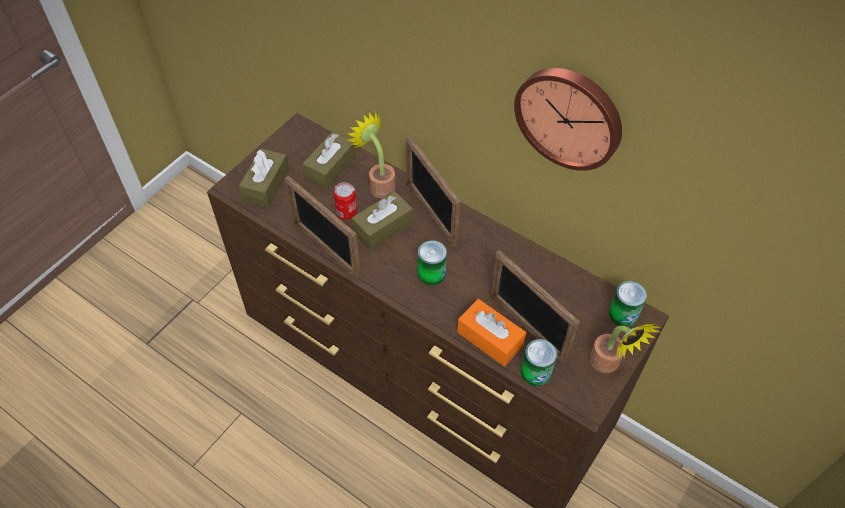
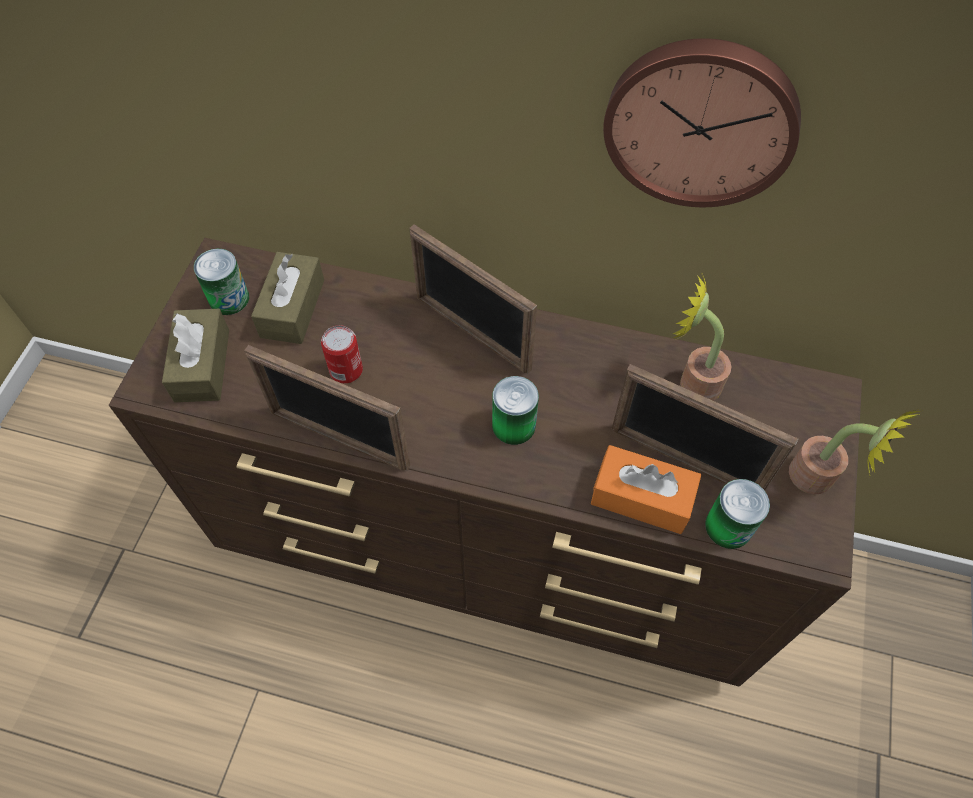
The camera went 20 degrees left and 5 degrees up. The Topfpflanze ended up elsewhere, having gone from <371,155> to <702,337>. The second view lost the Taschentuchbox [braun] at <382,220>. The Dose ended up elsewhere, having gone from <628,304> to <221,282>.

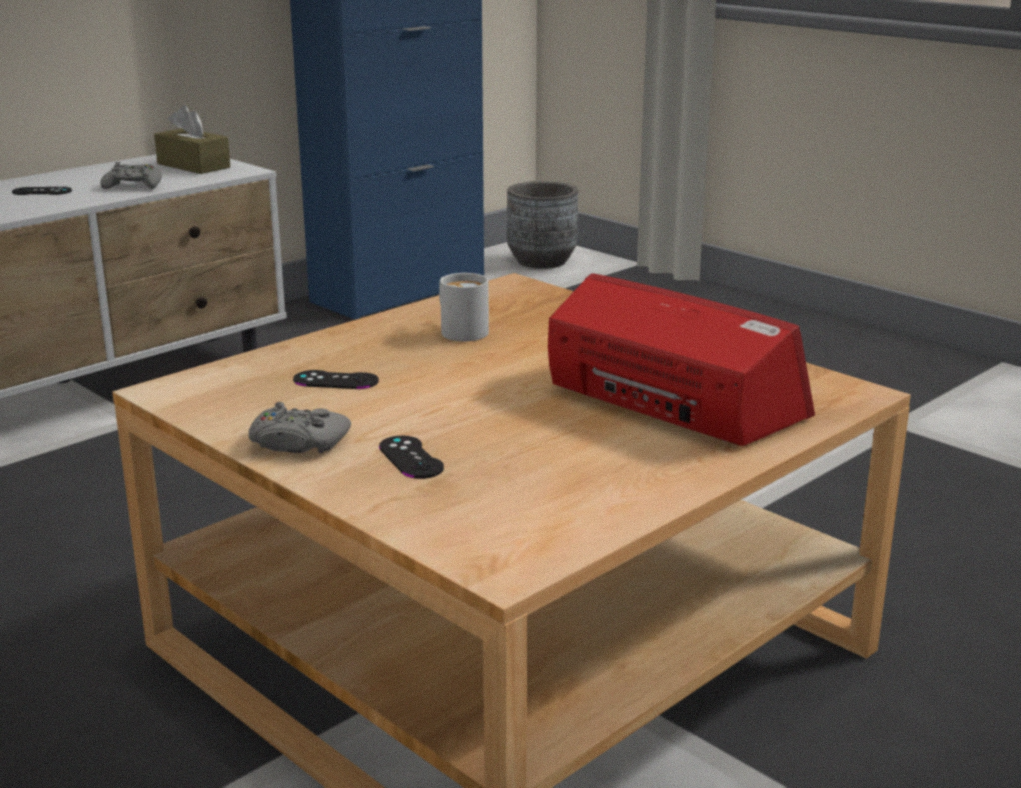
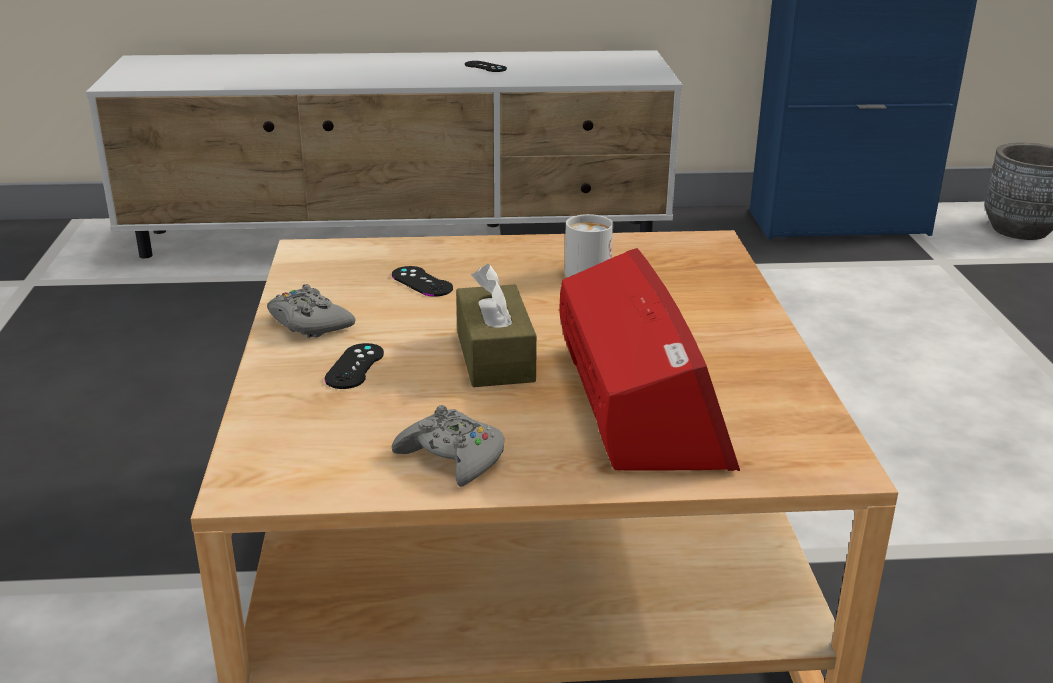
The camera went 40 degrees right and 5 degrees up. The Taschentuchbox [braun] ended up elsewhere, having gone from <192,139> to <496,325>. The Gamepad [grau] ended up elsewhere, having gone from <131,175> to <448,446>.

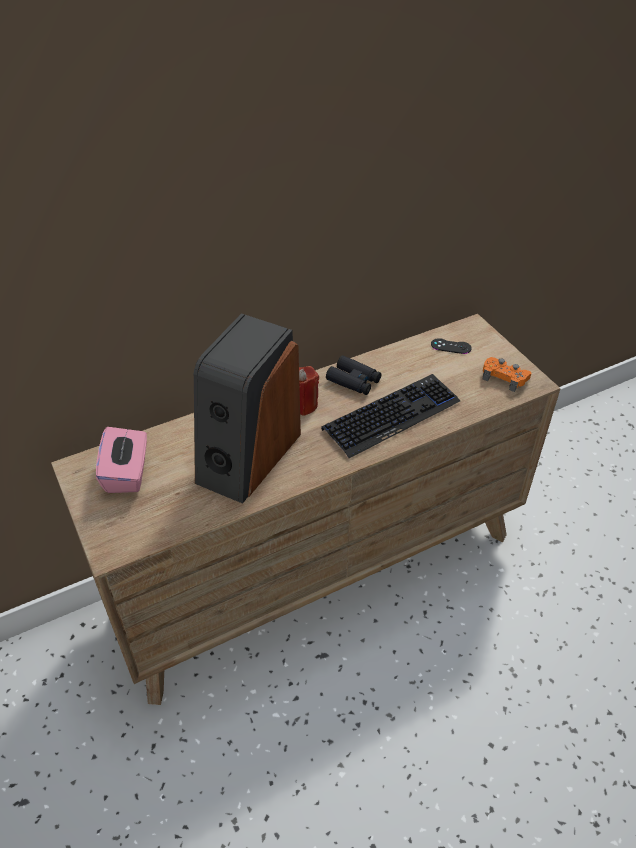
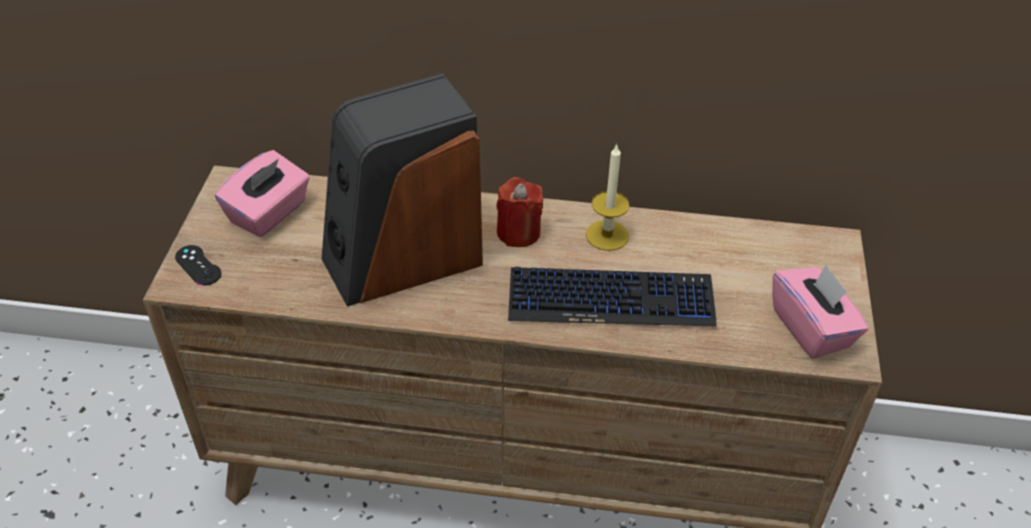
The camera went 35 degrees right and 0 degrees up. The Gamepad [schwarz] ended up elsewhere, having gone from <451,346> to <198,265>. Where the Fernglas [schwarz] stood at <354,375>, the Kerze came to stand at <608,197>. Where the Gamepad [orange] stood at <507,374>, the Taschentuchbox [rosa] came to stand at <820,311>.

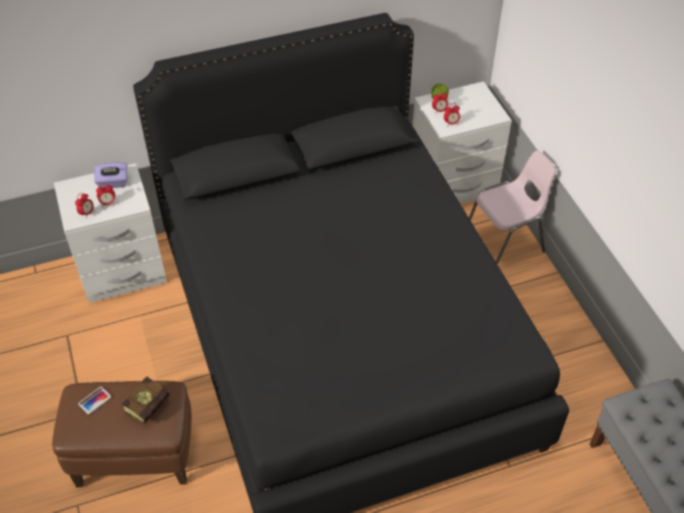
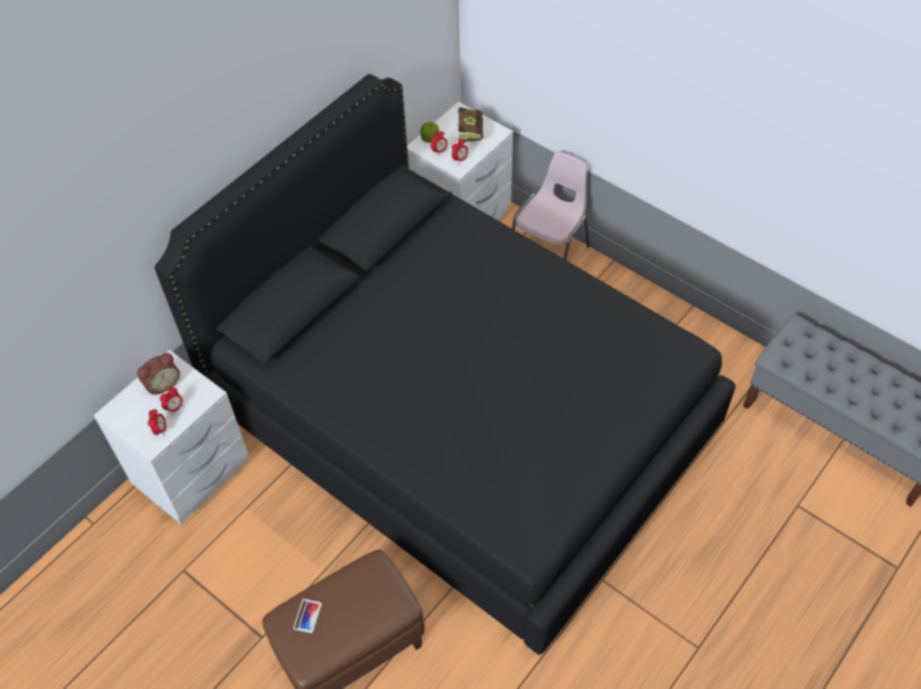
The camera went 30 degrees left and 5 degrees up. Where the Taschentuchbox [lila] stood at <110,175>, the Wecker came to stand at <158,373>. The Buch ended up elsewhere, having gone from <146,400> to <470,124>.

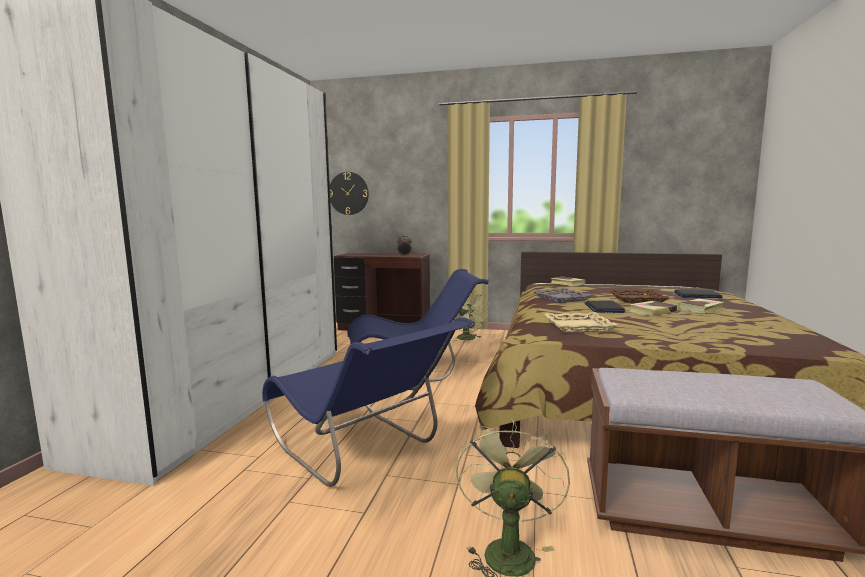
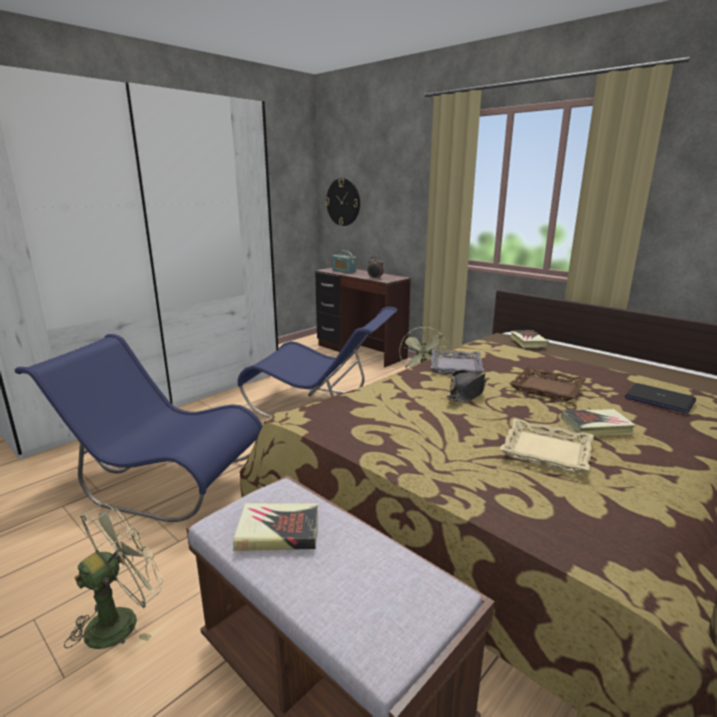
The camera went 30 degrees right and 10 degrees up. Where the Laptop stood at <605,306>, the Hut [schwarz] came to stand at <466,386>. The Buch ended up elsewhere, having gone from <653,308> to <275,527>. The Tablett [beige] ended up elsewhere, having gone from <581,322> to <547,446>. The Stuhl [blau] at <368,402> ended up facing another way, 120 degrees clockwise from before. The second view gained the Radio at <344,262>.

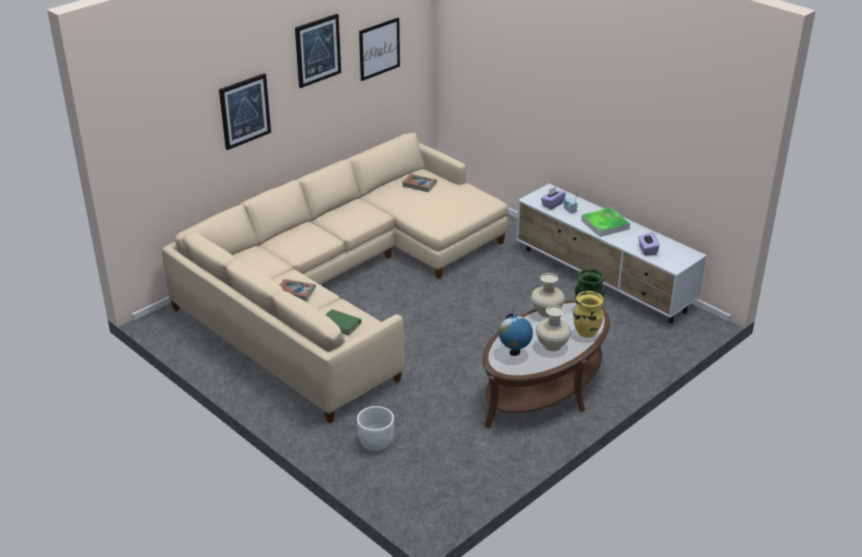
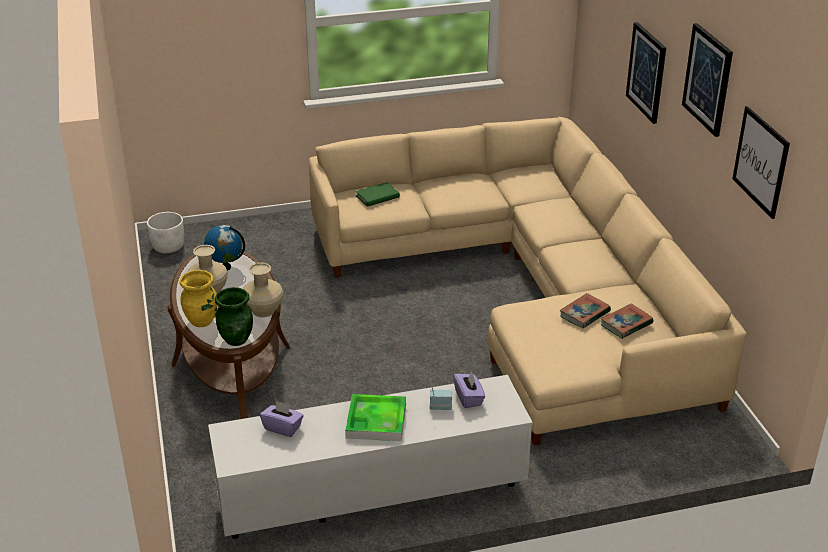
The camera went 120 degrees right and 0 degrees up. The Buch ended up elsewhere, having gone from <298,290> to <585,311>. The Pflanzkübel [weiß] ended up elsewhere, having gone from <375,428> to <165,232>.

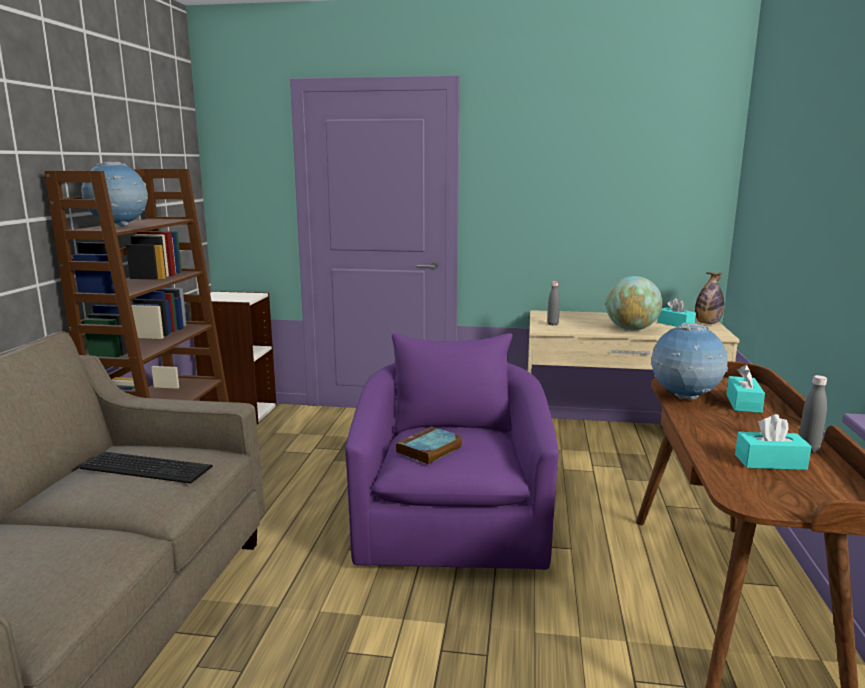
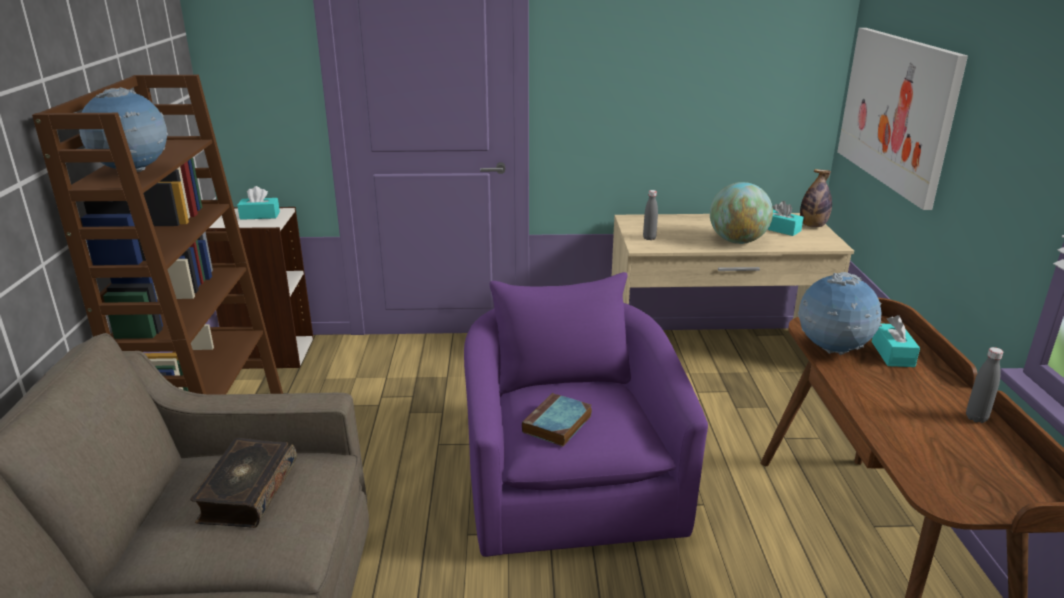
The camera went 10 degrees left and 10 degrees up. The Taschentuchbox [türkis] ended up elsewhere, having gone from <773,442> to <258,203>. Where the Tastatur stood at <146,467>, the Buch came to stand at <243,482>. The second view gained the Bild at <902,119>.

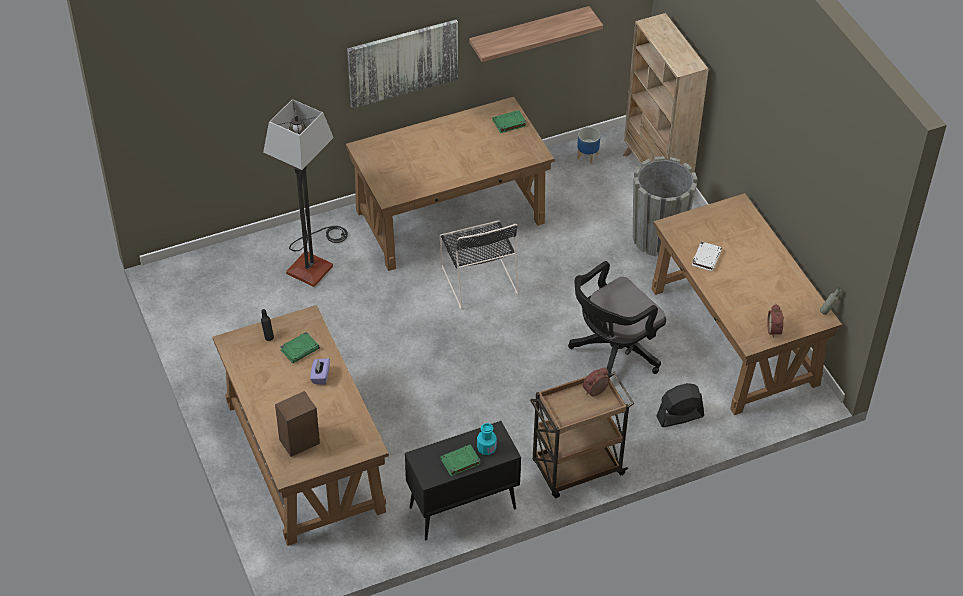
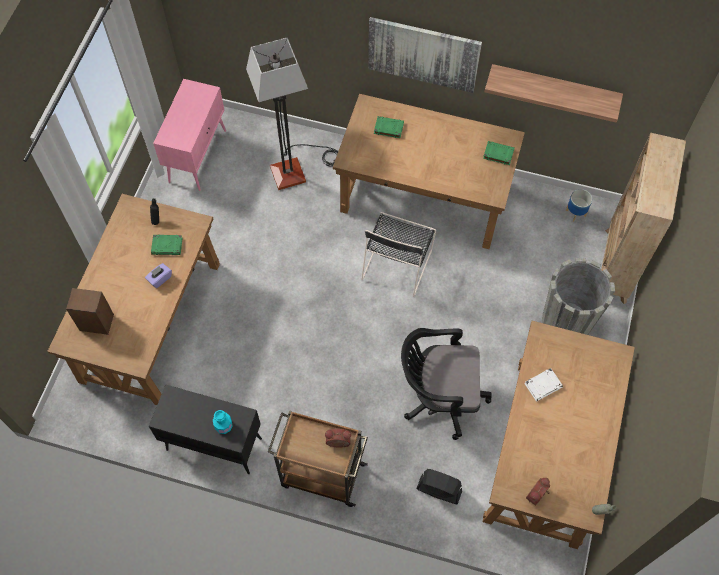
The camera went 40 degrees right and 15 degrees up. The Buch [grün] ended up elsewhere, having gone from <460,460> to <389,127>. The second view gained the Schrank [rosa] at <189,135>.

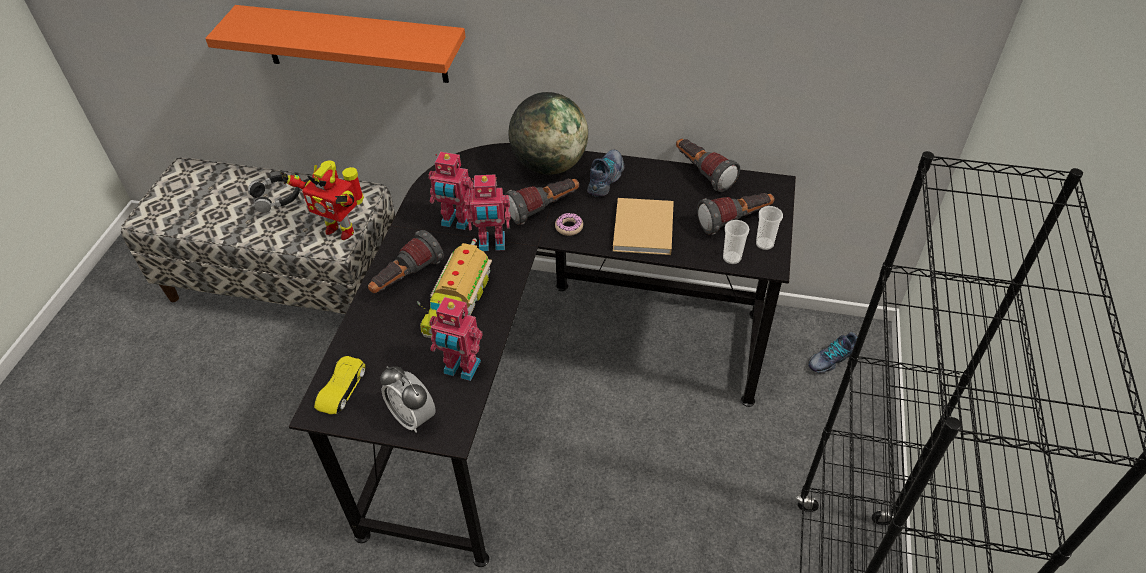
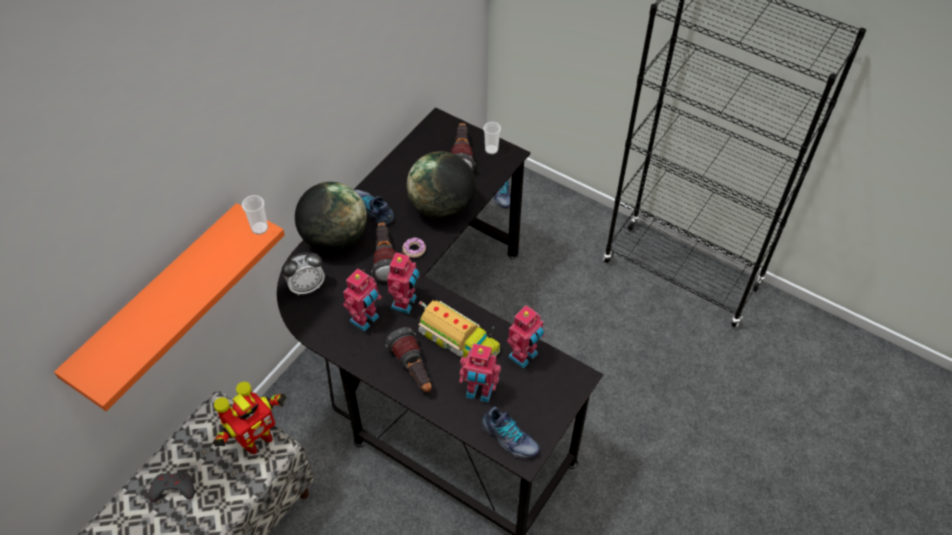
The camera went 70 degrees left and 5 degrees up. The second view lost the Taschenlampe at <708,165>. Where the Kopfhörer [schwarz] stood at <274,194>, the Gamepad [grau] came to stand at <172,487>. Where the Buch [beige] stood at <643,226>, the Globus came to stand at <441,185>. The Tasse ended up elsewhere, having gone from <736,242> to <255,215>. Where the Spielzeugauto [gelb] stood at <339,385>, the Schuh came to stand at <510,433>. The Wecker ended up elsewhere, having gone from <407,399> to <303,274>. The second view gained the Spielzeugroboter at <480,373>.

